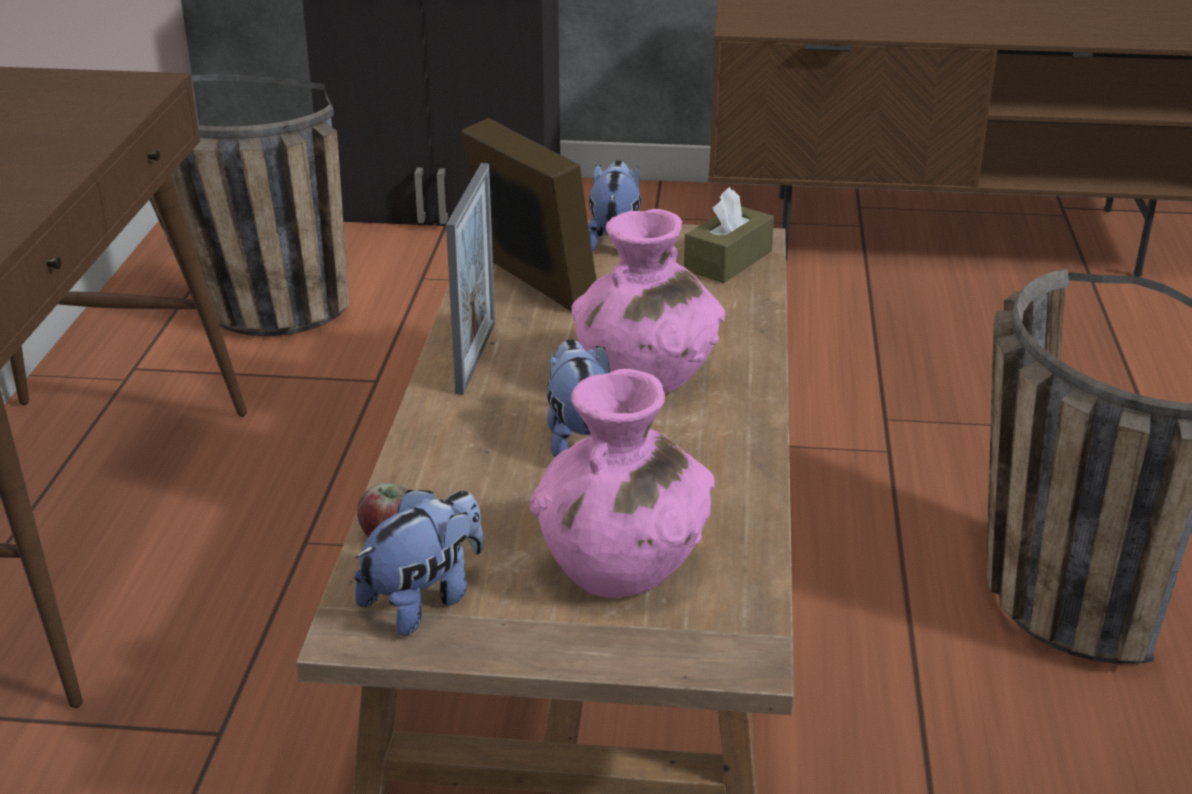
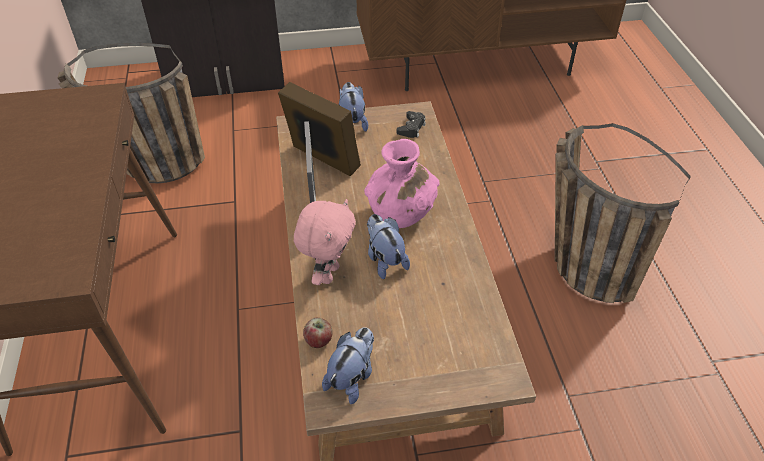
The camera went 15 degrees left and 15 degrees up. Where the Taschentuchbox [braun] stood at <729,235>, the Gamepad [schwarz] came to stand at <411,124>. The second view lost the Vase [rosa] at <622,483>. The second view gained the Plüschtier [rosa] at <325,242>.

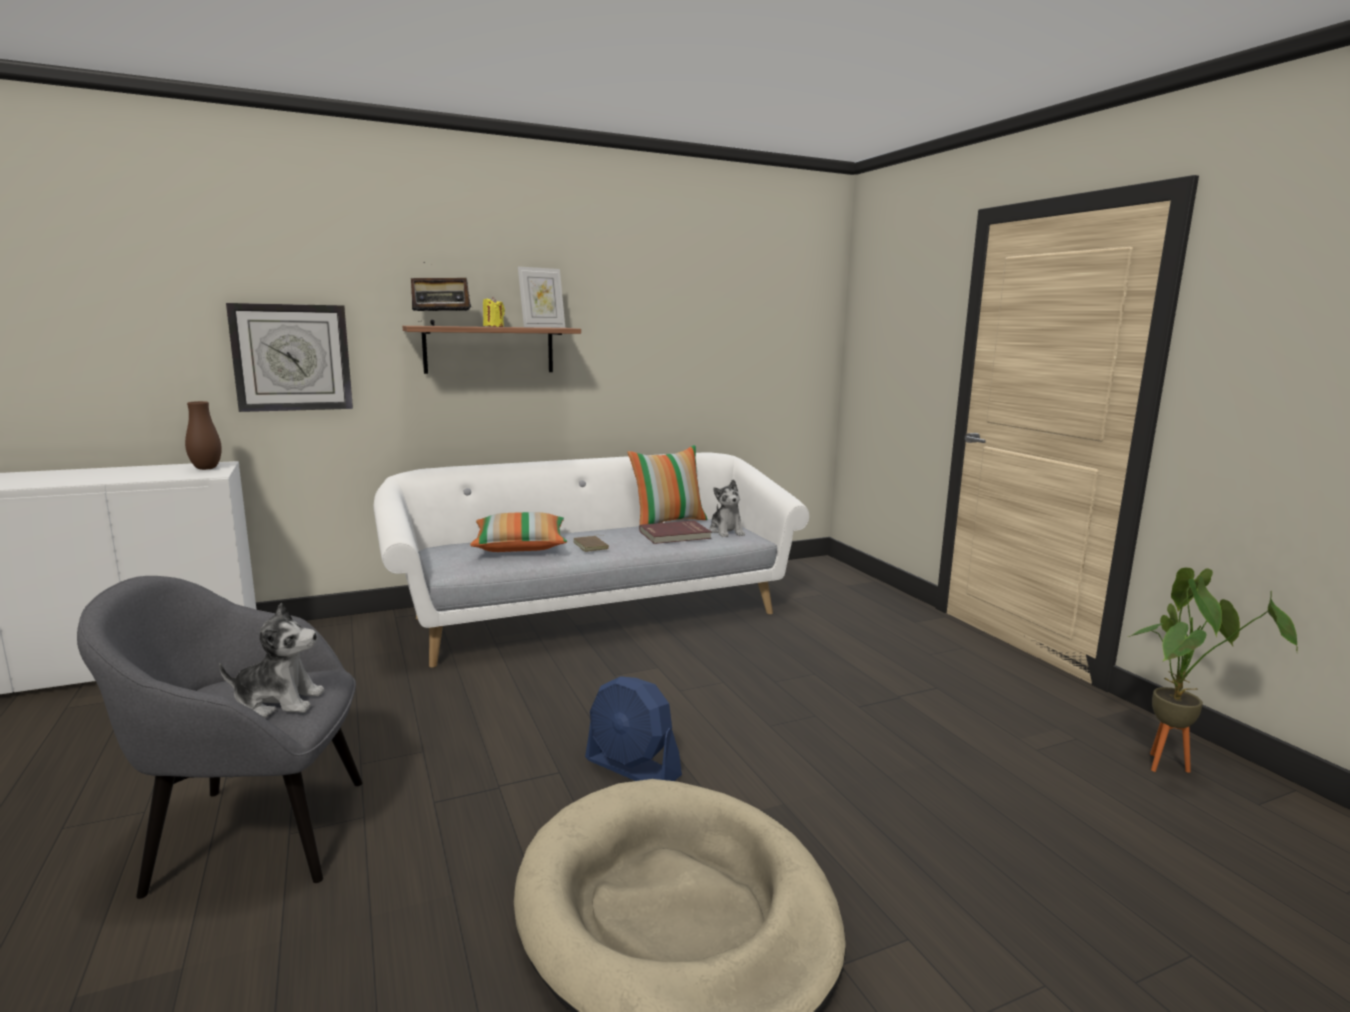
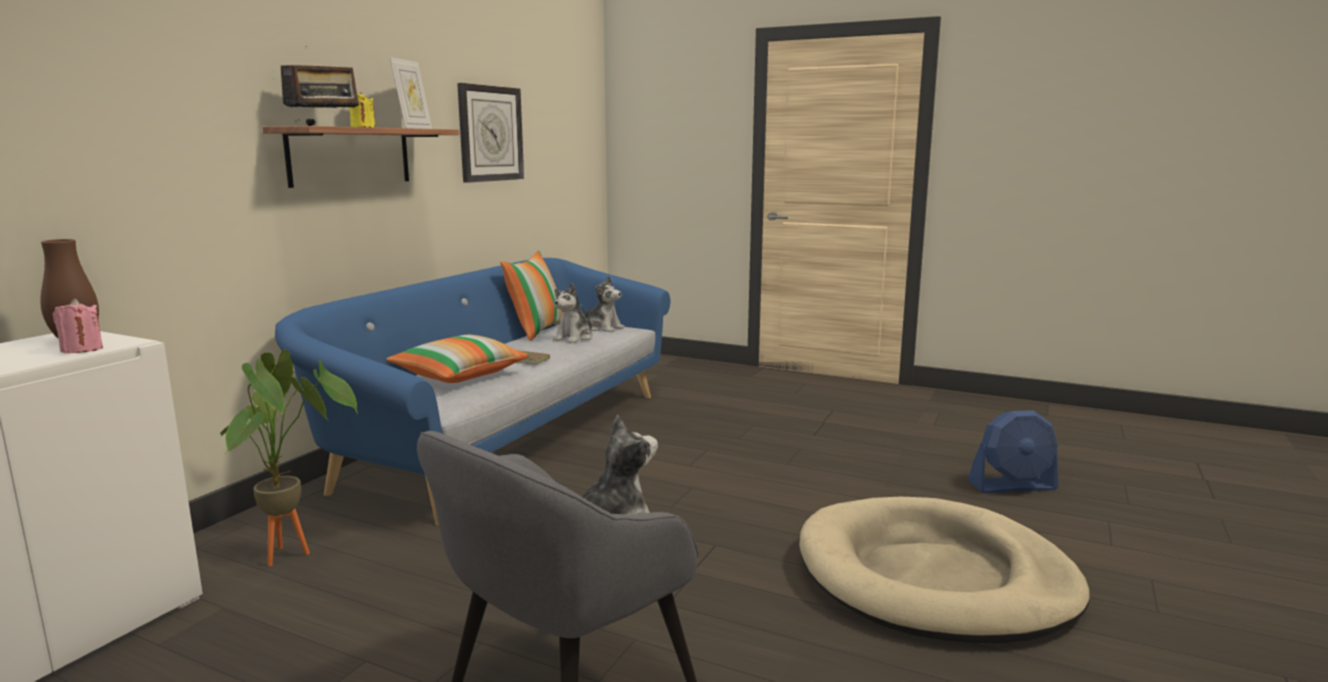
The camera went 40 degrees left and 0 degrees up. The Wanduhr ended up elsewhere, having gone from <289,357> to <490,133>. What was the Sofa [weiß] at <591,559> turned into the Sofa [blau] at <472,391>. Where the Buch [rot] stood at <675,532>, the Plüschtier came to stand at <573,313>. The Topfpflanze ended up elsewhere, having gone from <1213,670> to <289,457>. The Ventilator [blau] ended up elsewhere, having gone from <633,728> to <1013,451>. The second view gained the Kerze [rosa] at <78,326>.

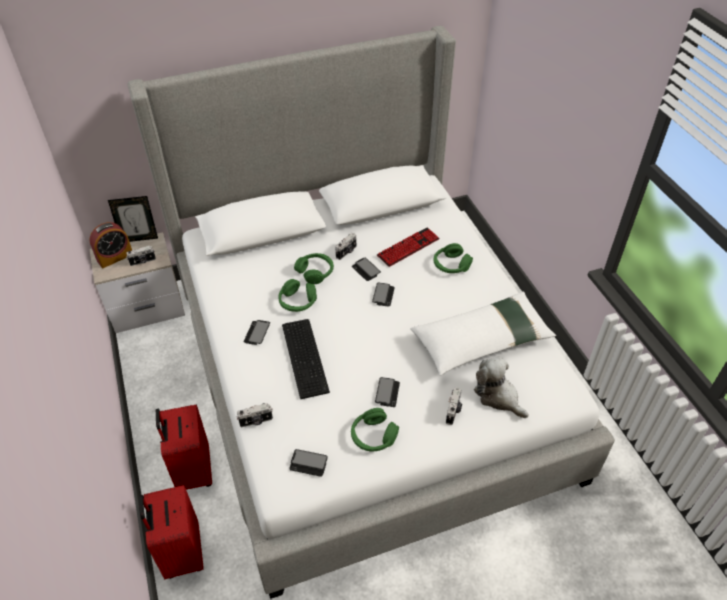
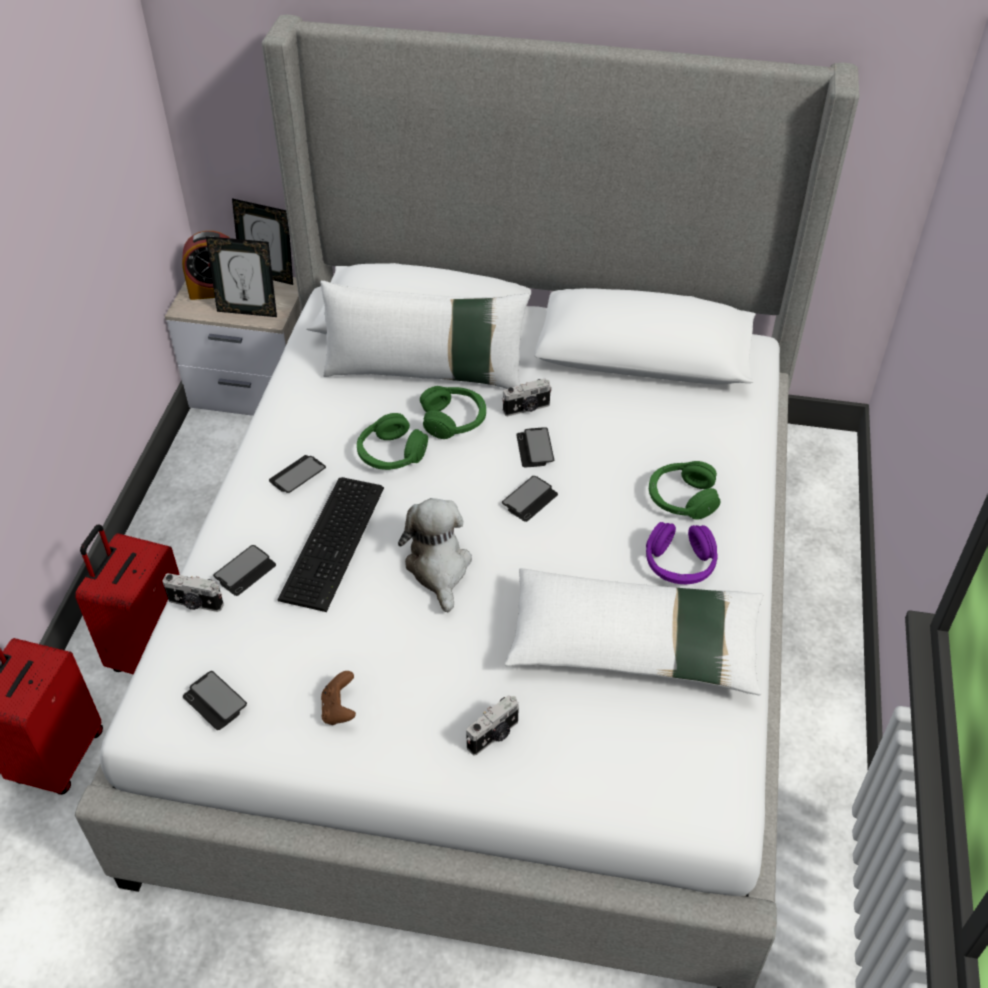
The camera went 30 degrees right and 0 degrees up. The second view lost the Tastatur at <408,247>. Where the Kamera stood at <141,256>, the Bilderrahmen came to stand at <241,276>. The Plüschtier ended up elsewhere, having gone from <501,387> to <435,555>. The Handy ended up elsewhere, having gone from <387,392> to <244,570>. Where the Kopfhörer [grün] stood at <375,430>, the Gamepad [braun] came to stand at <338,698>. The second view gained the Kissen [weiß] at <425,334>. The second view gained the Kopfhörer [lila] at <682,553>.

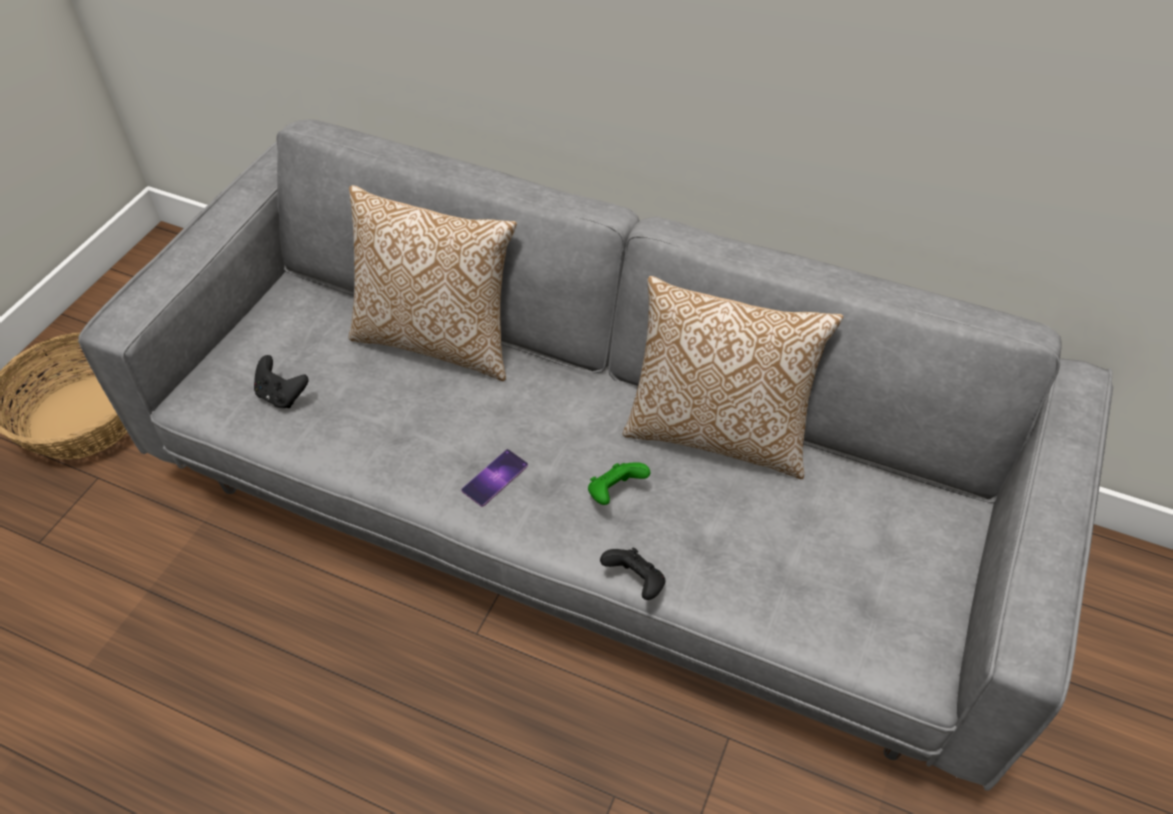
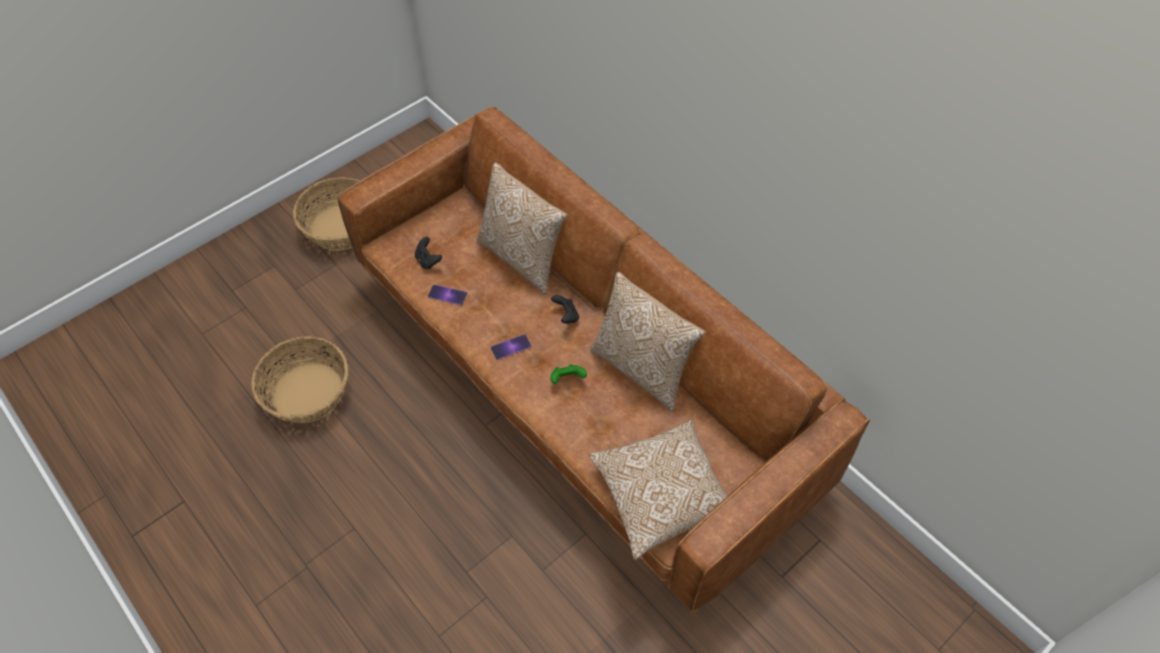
The camera went 25 degrees right and 5 degrees up. What was the Sofa [grau] at <595,454> turned into the Sofa [braun] at <603,360>. The Gamepad [schwarz] ended up elsewhere, having gone from <632,574> to <565,309>. The second view gained the Handy at <447,294>. The second view gained the Korb at <299,379>. The second view gained the Kissen at <658,489>.

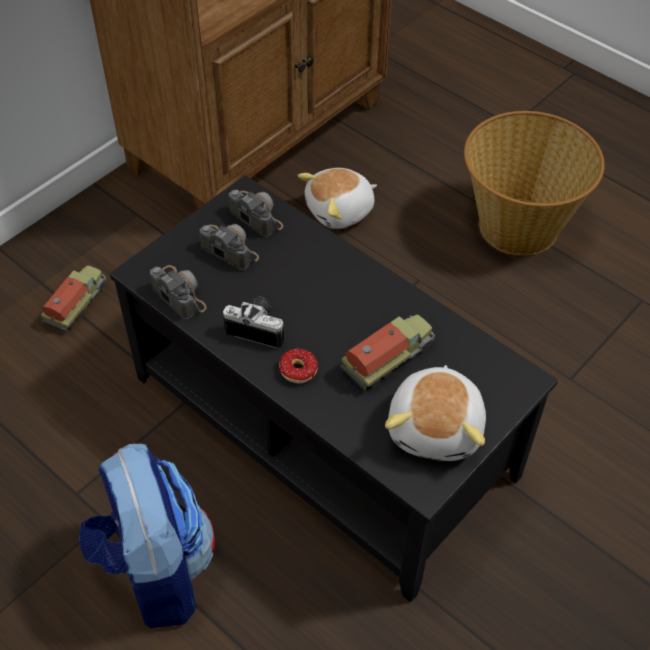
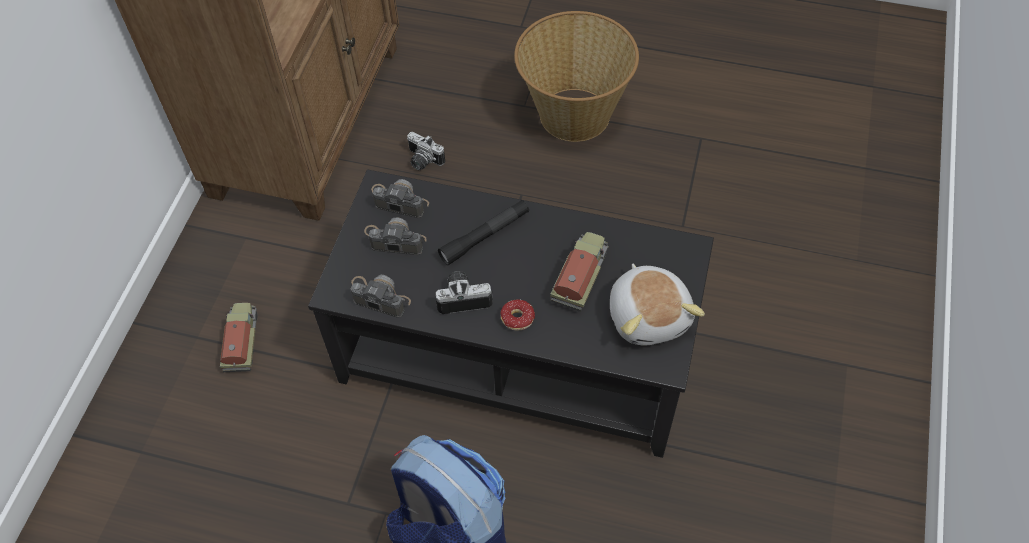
The camera went 25 degrees left and 5 degrees up. Where the Plüschtier stood at <337,198>, the Kamera came to stand at <426,151>. The second view gained the Taschenlampe [schwarz] at <483,232>.

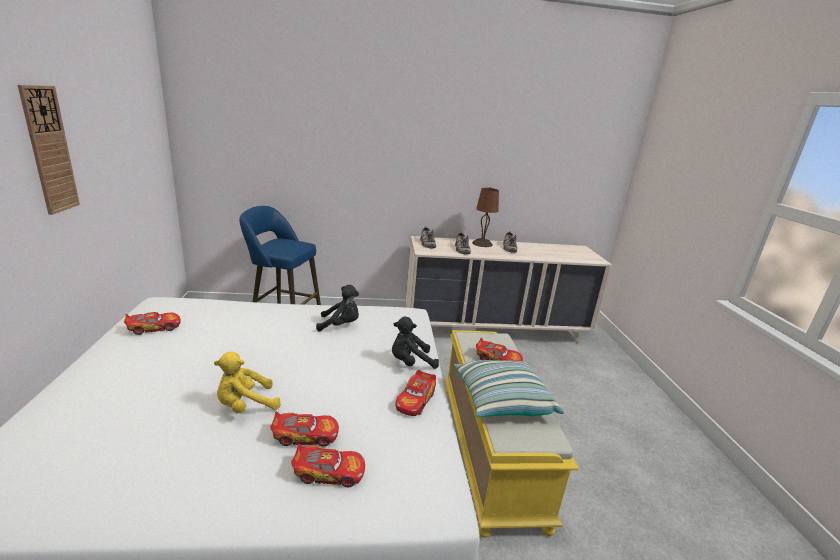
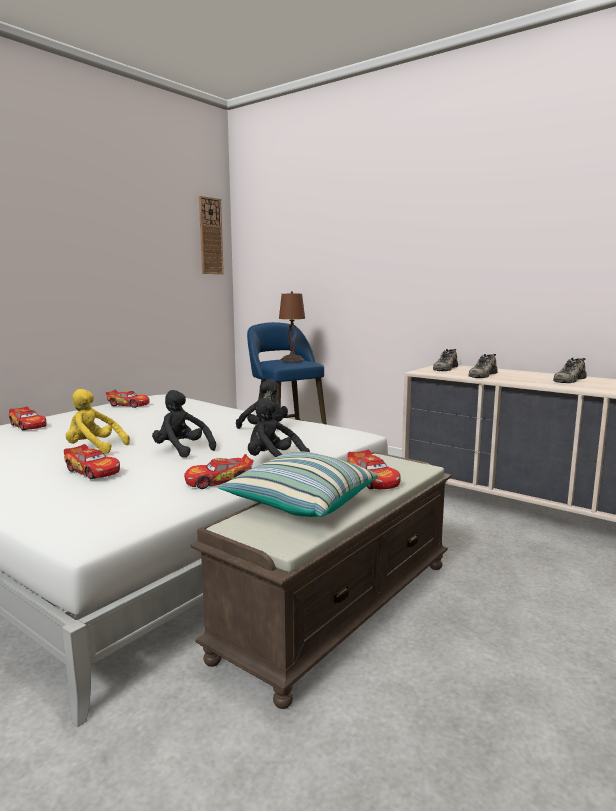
The camera went 45 degrees right and 10 degrees down. The Wanduhr ended up elsewhere, having gone from <49,150> to <211,235>. The Tischlampe [braun] ended up elsewhere, having gone from <485,217> to <292,326>. What was the Bank [gelb] at <512,434> turned into the Bank [braun] at <321,580>. The Spielzeugauto ended up elsewhere, having gone from <328,465> to <27,418>. The second view gained the Plüschtier [schwarz] at <184,424>.

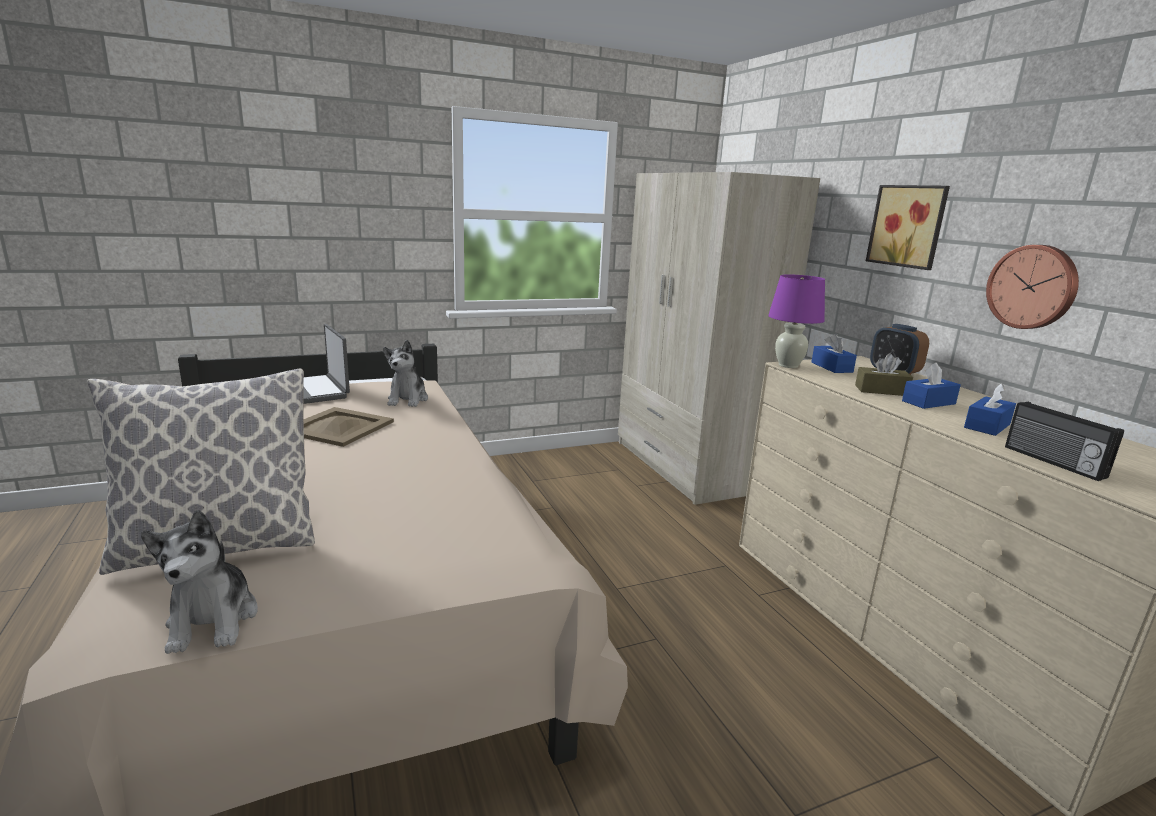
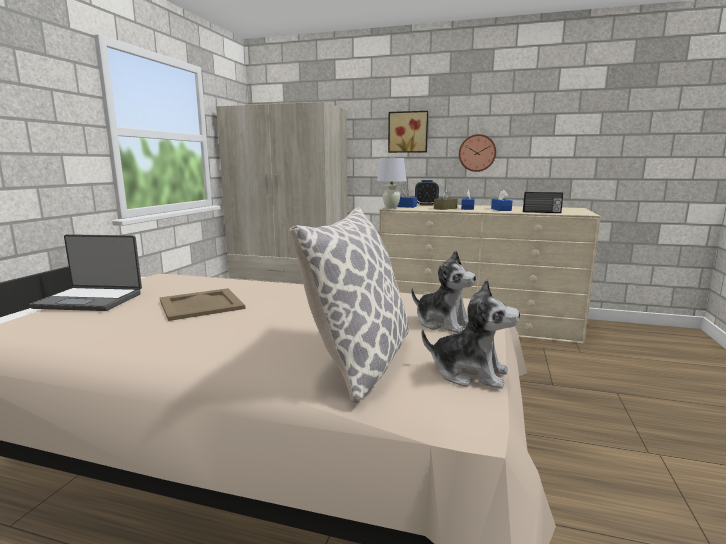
The camera went 50 degrees left and 5 degrees down. What was the Tischlampe [lila] at <796,321> turned into the Tischlampe [weiß] at <392,183>. The Plüschtier ended up elsewhere, having gone from <405,373> to <444,292>.

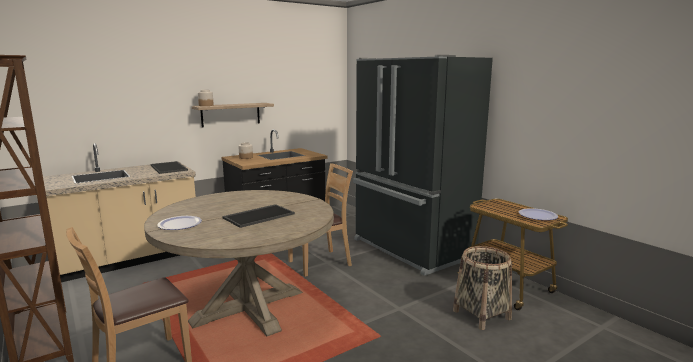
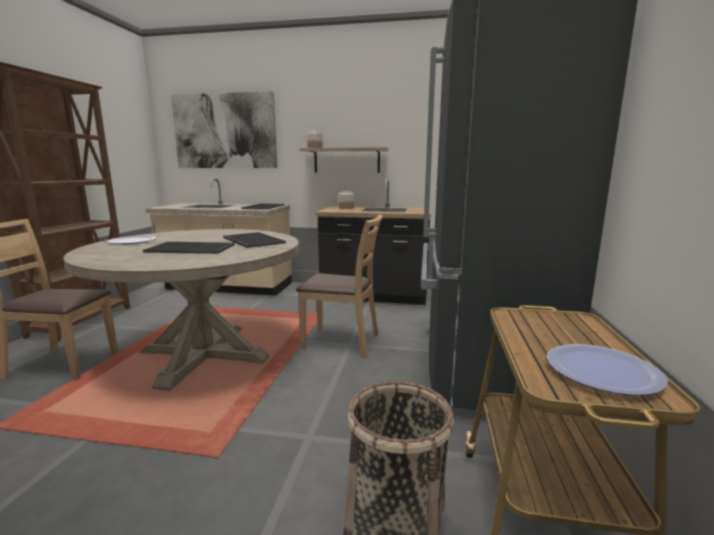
The camera went 45 degrees right and 0 degrees up. The second view gained the Bild at <224,129>. The second view gained the Tablett at <254,240>.

